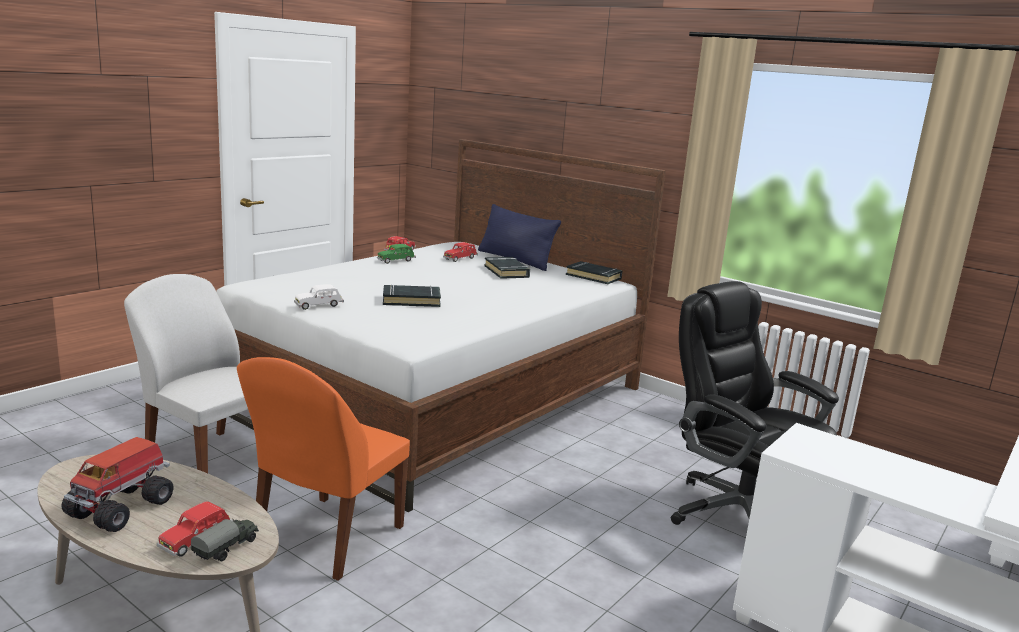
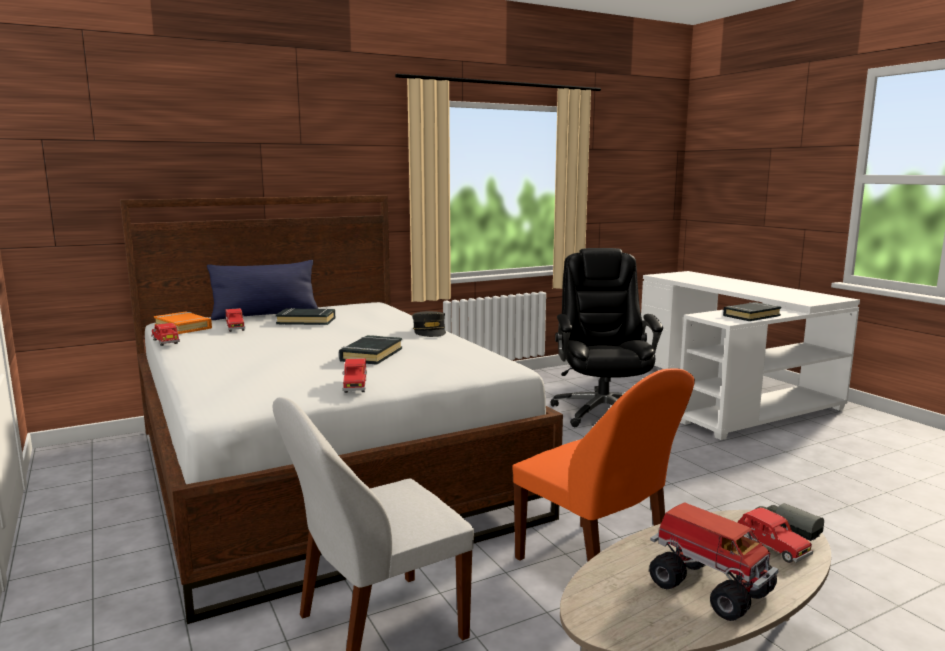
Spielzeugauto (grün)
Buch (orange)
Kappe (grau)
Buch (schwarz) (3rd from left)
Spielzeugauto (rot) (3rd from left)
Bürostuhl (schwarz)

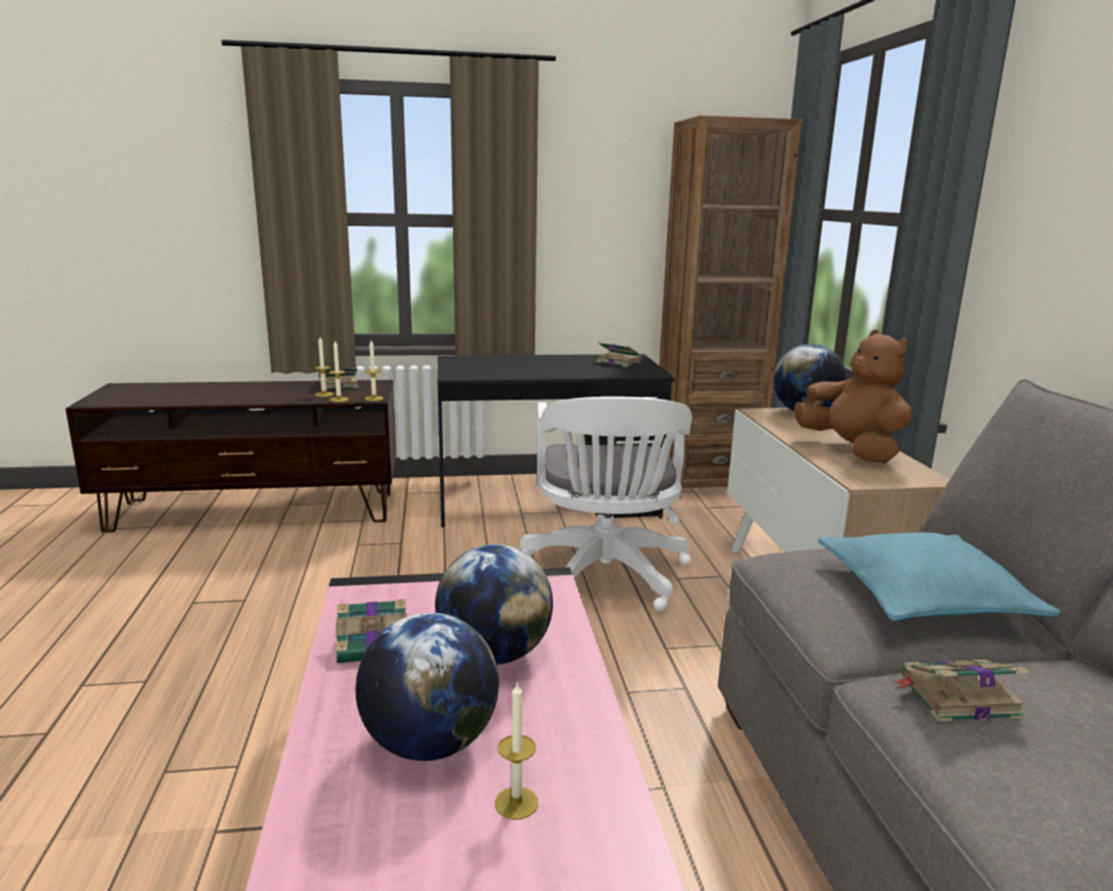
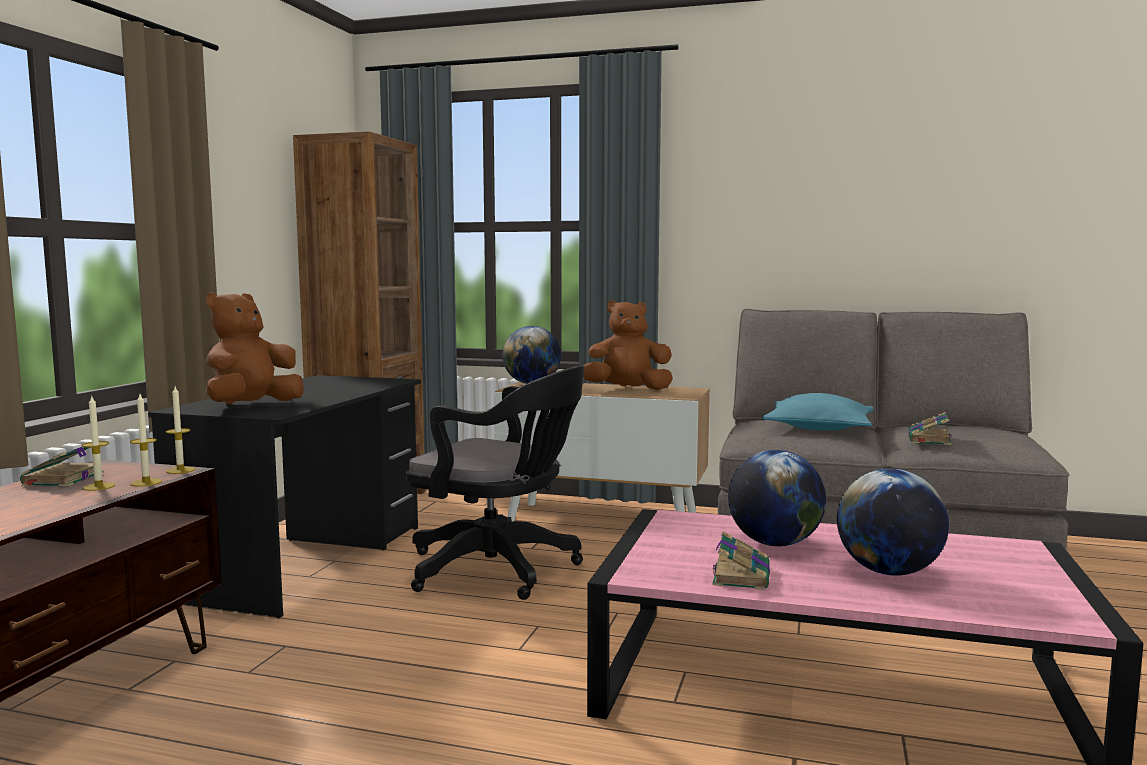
Kerze (4th from left in the first image)
Buch (3rd from left in the first image)
Plüschtier (braun) (1st from left)
Bürostuhl (schwarz)

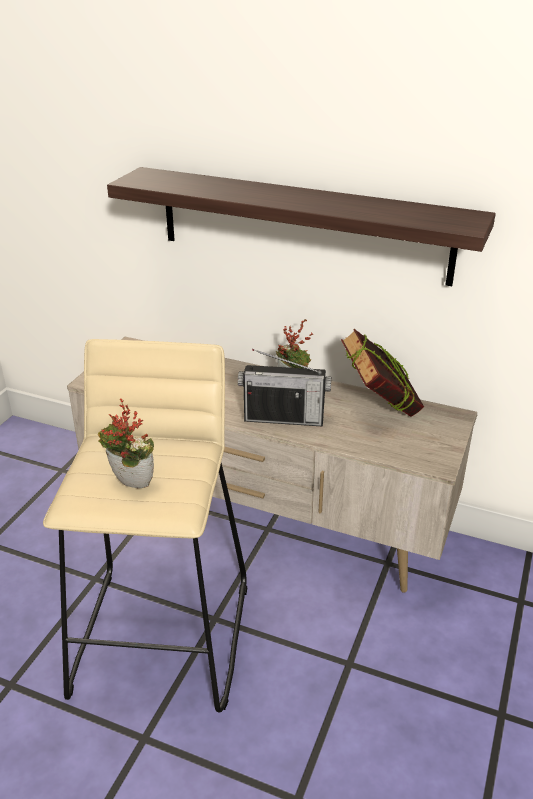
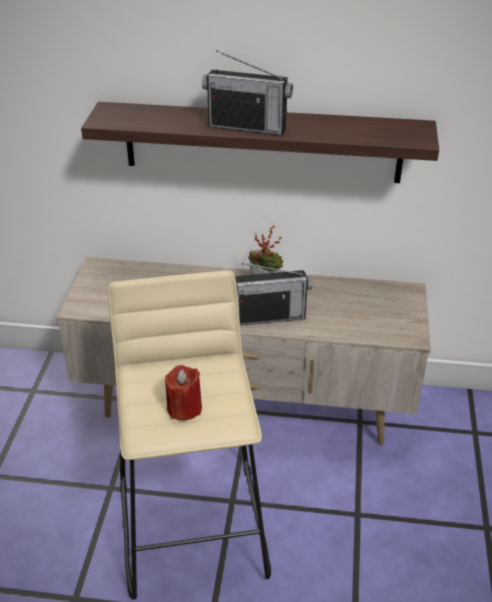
Buch
Radio (1st from left)
Kerze (rot)

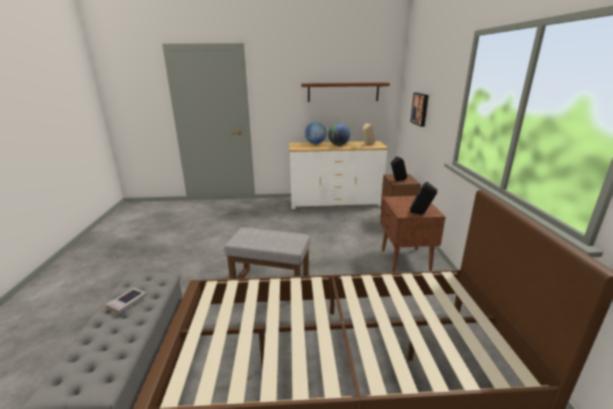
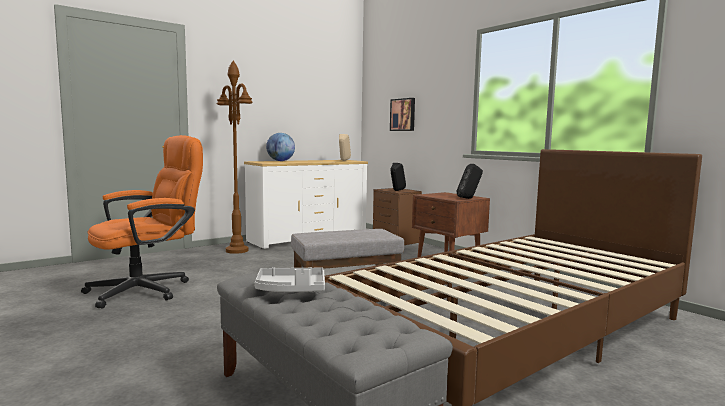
Wandregal (braun)
Globus (2nd from left in the first image)
Bürostuhl (orange)
Stehlampe (braun)
Tablett (grau)

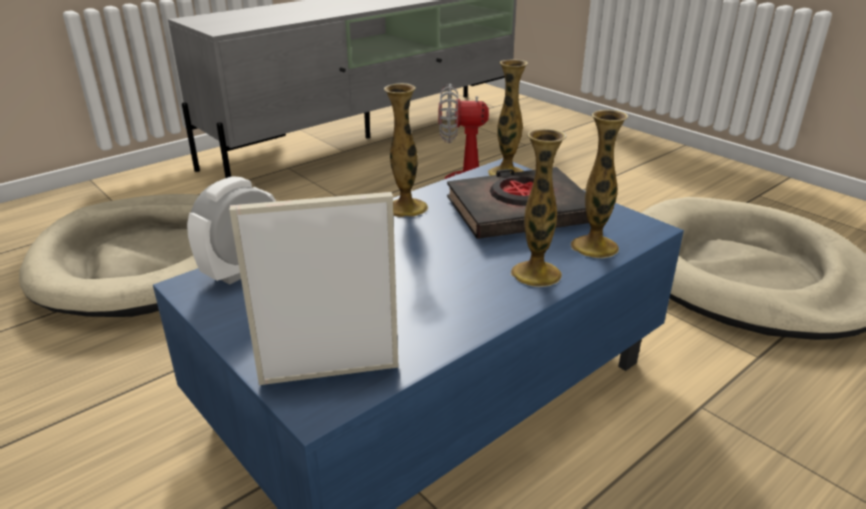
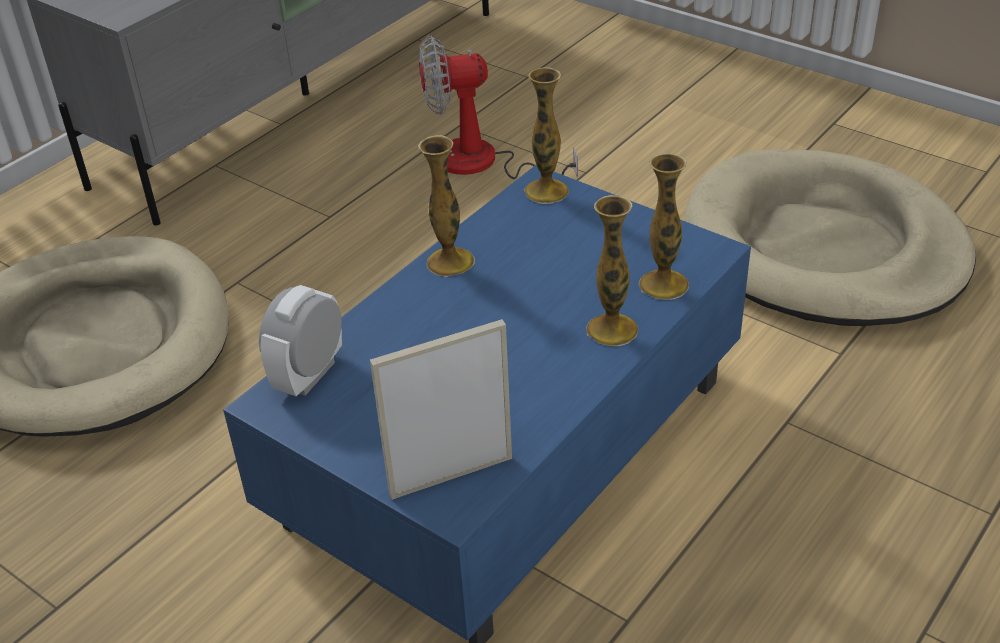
Buch (schwarz)

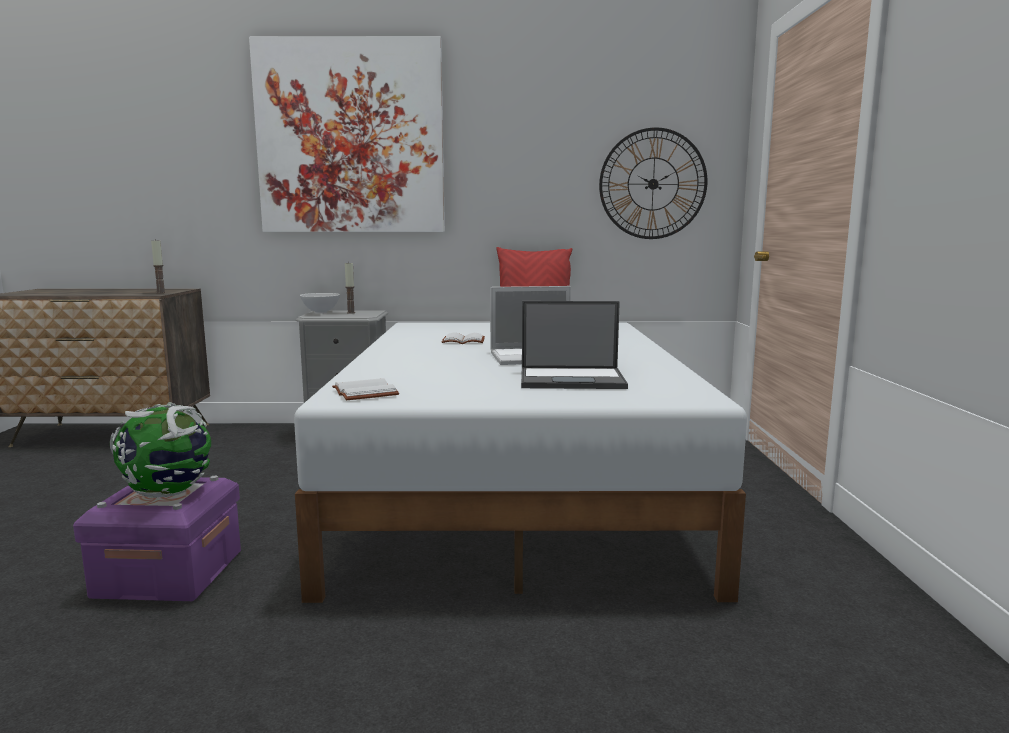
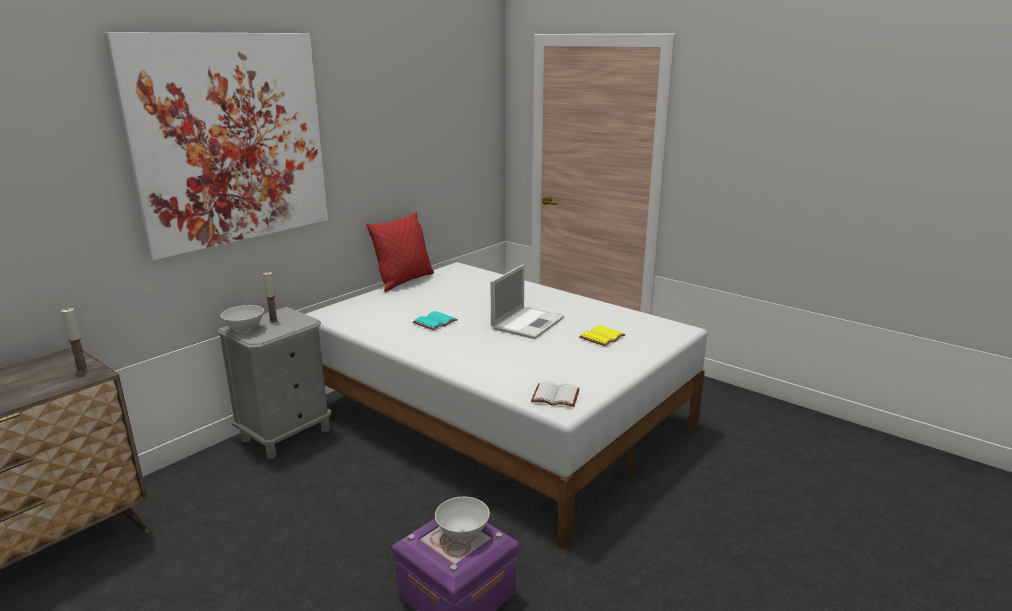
Wanduhr
Schüssel (weiß) (2nd from left)
Buch (gelb)
Buch (türkis)

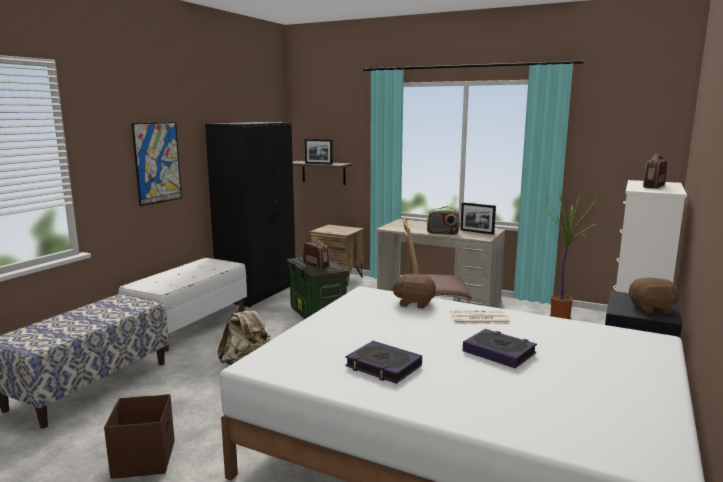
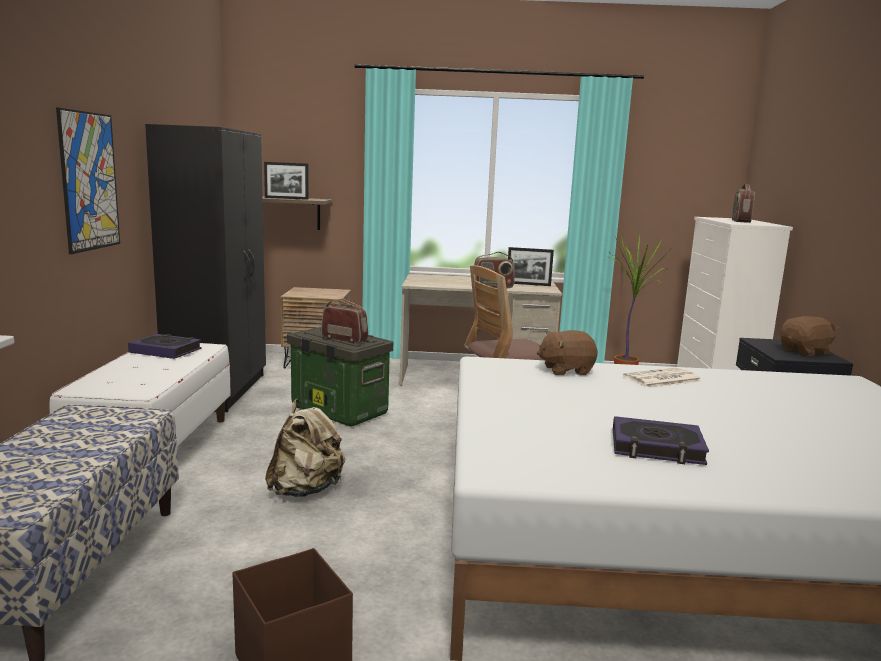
Buch (1st from left)

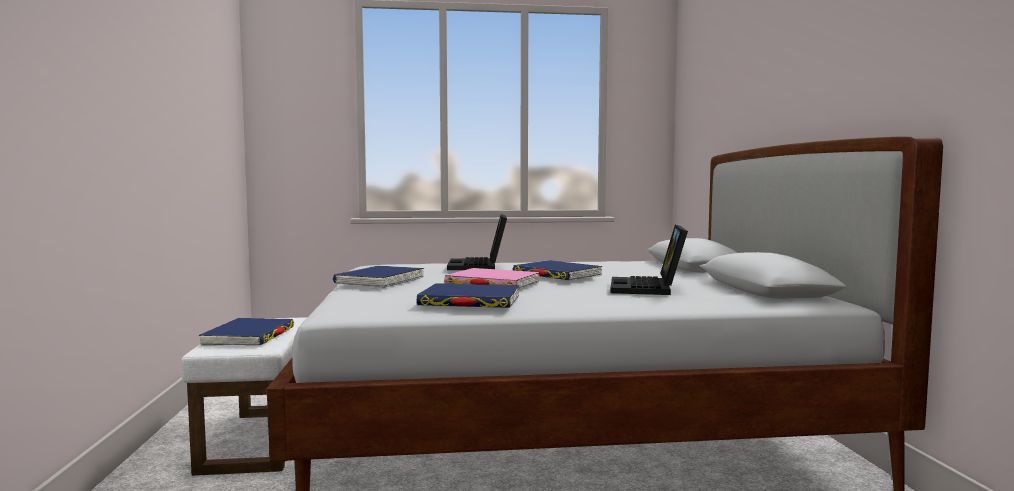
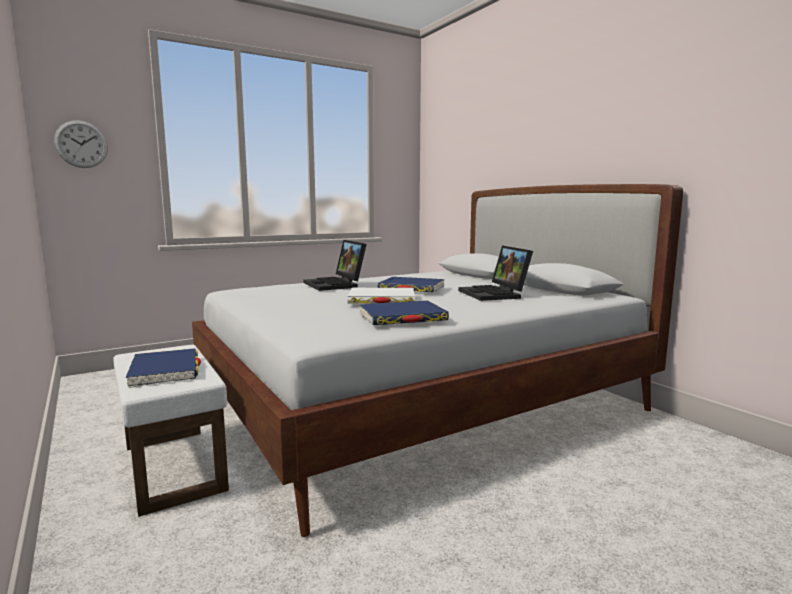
Buch (blau) (2nd from left in the first image)
Wanduhr
Buch (weiß)

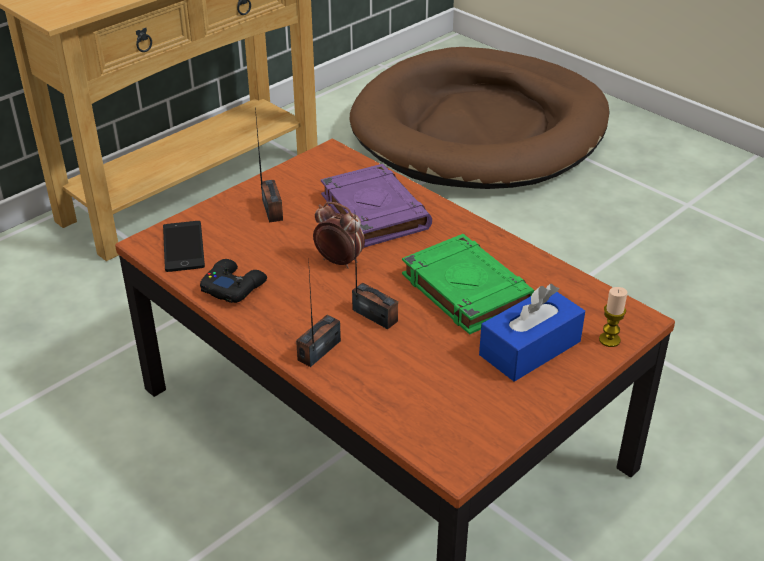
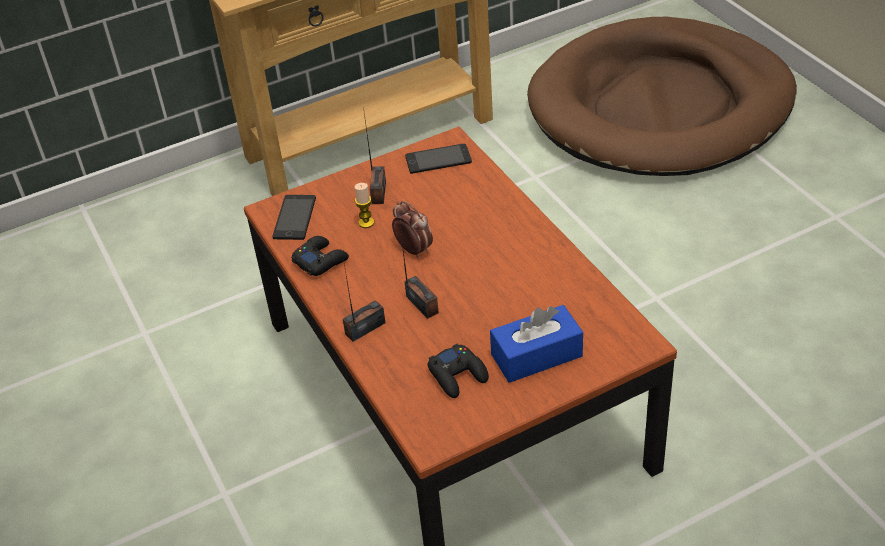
Buch (lila)
Buch (grün)
Handy (2nd from left)
Gamepad (schwarz) (2nd from left)
Kerze

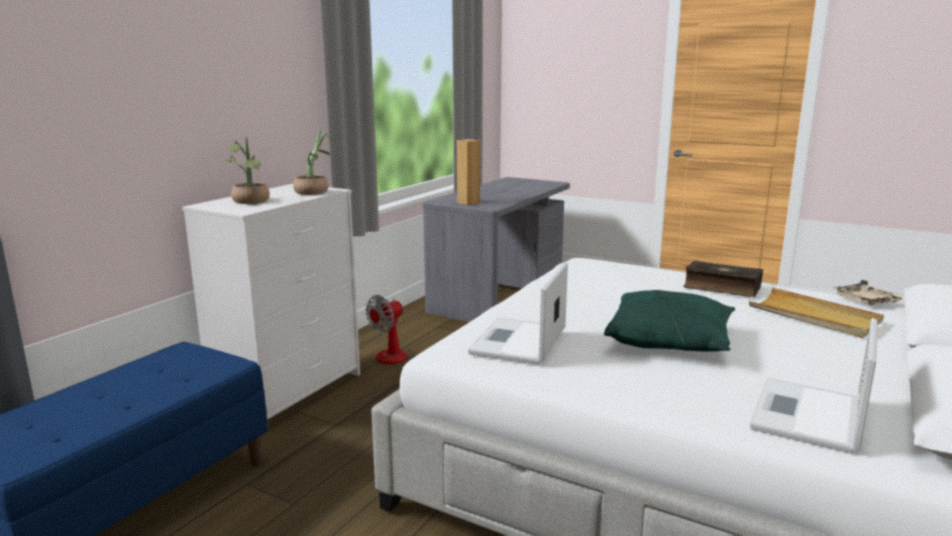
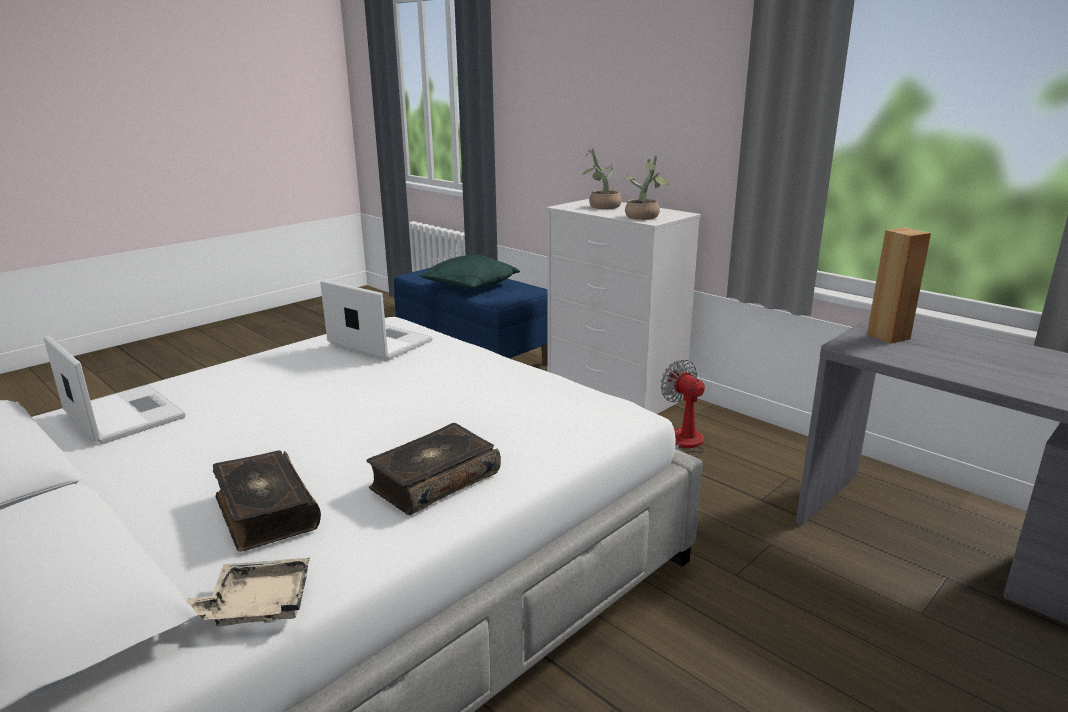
Kissen (grün)
Buch (1st from left)

